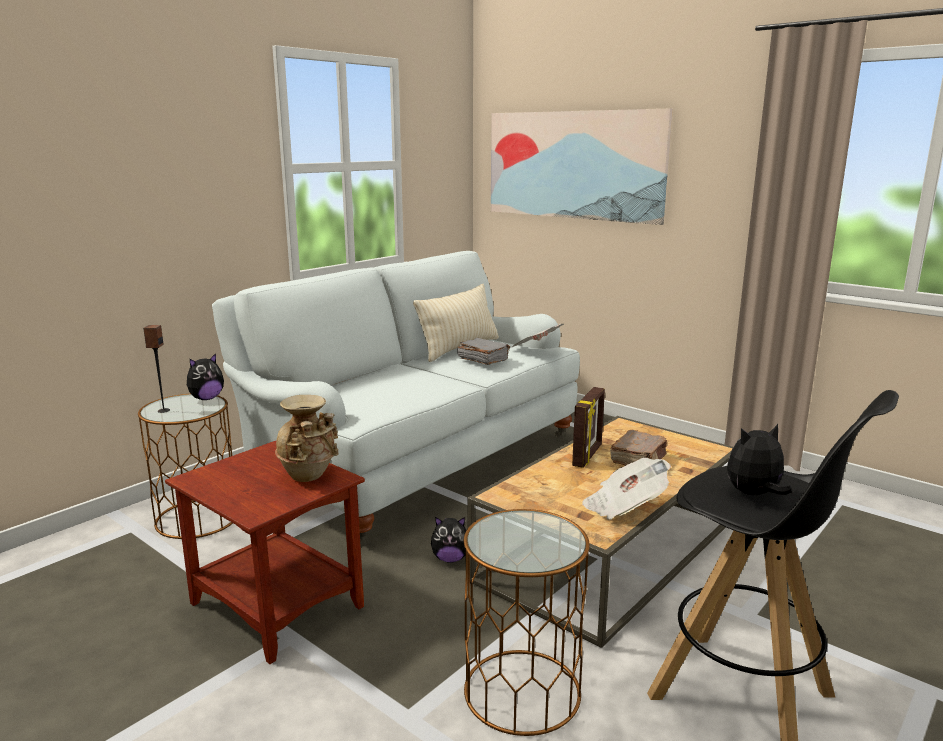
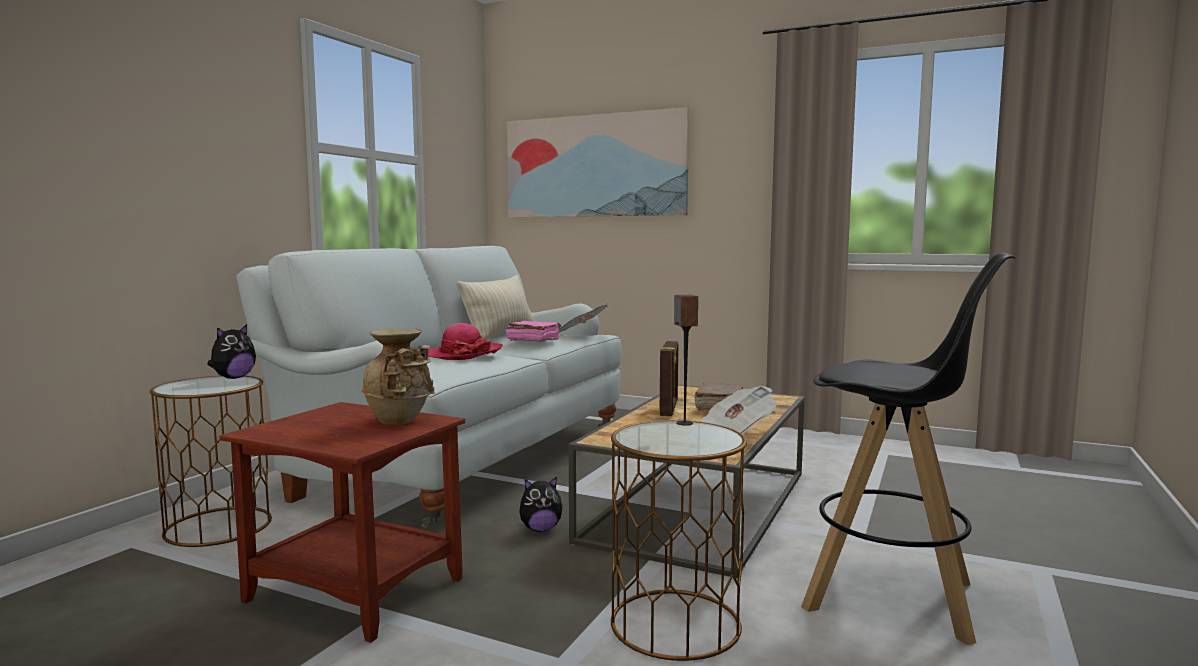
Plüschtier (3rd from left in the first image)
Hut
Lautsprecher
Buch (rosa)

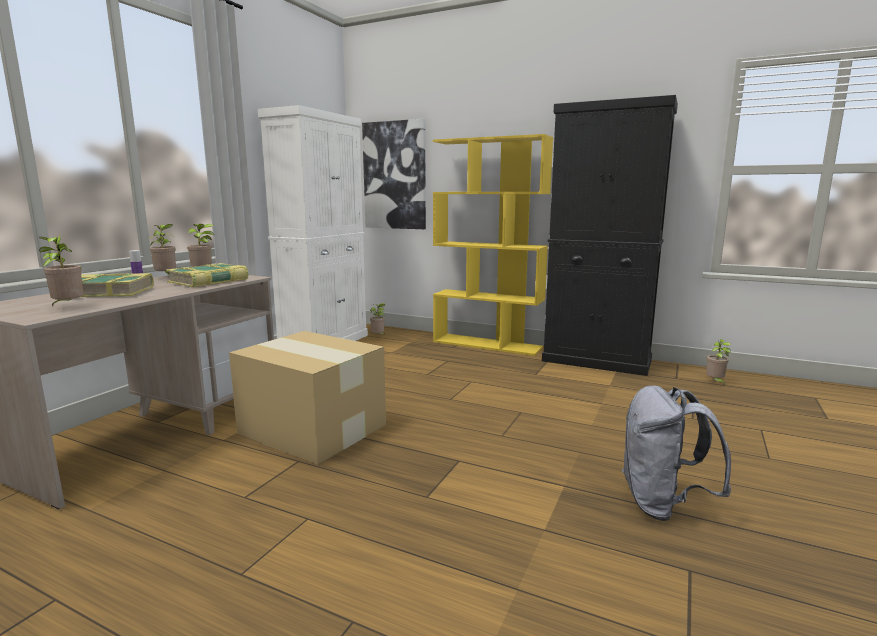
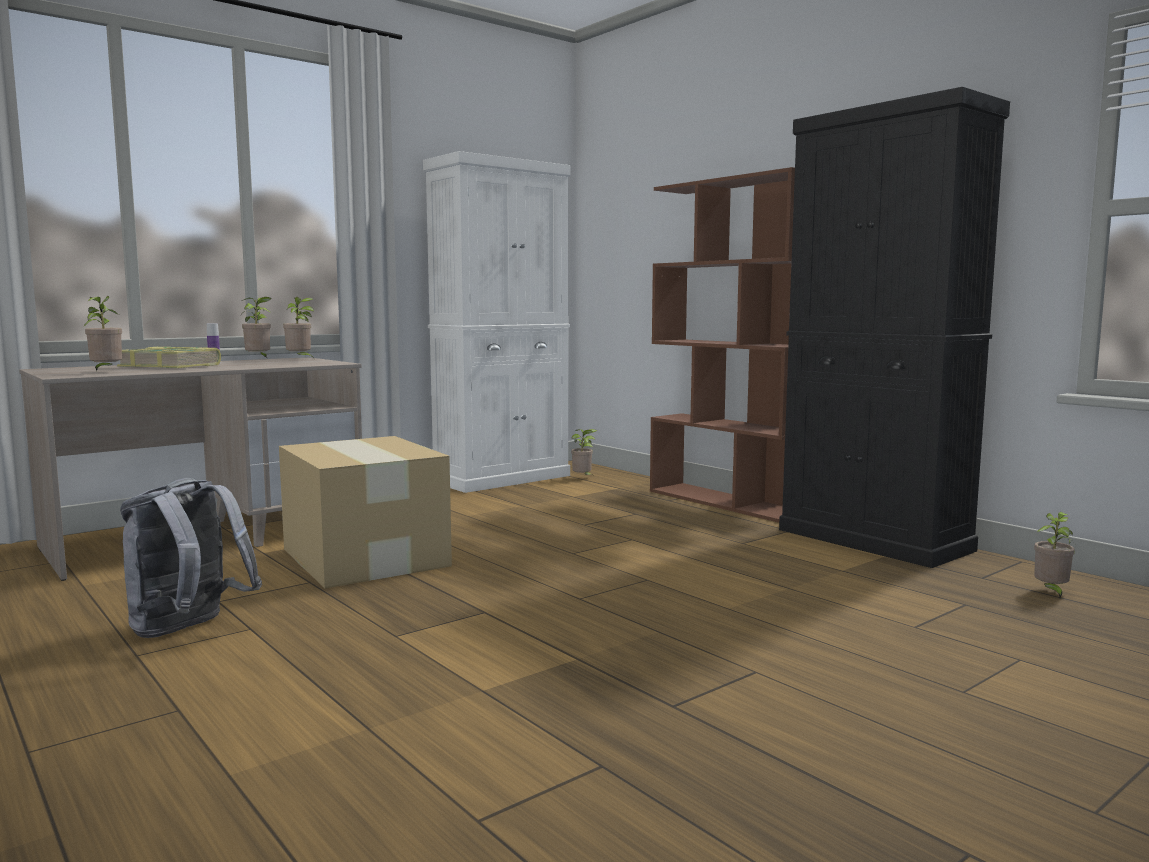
Buch (2nd from left in the first image)
Bild
Rucksack (grau)
Bücherregal (braun)

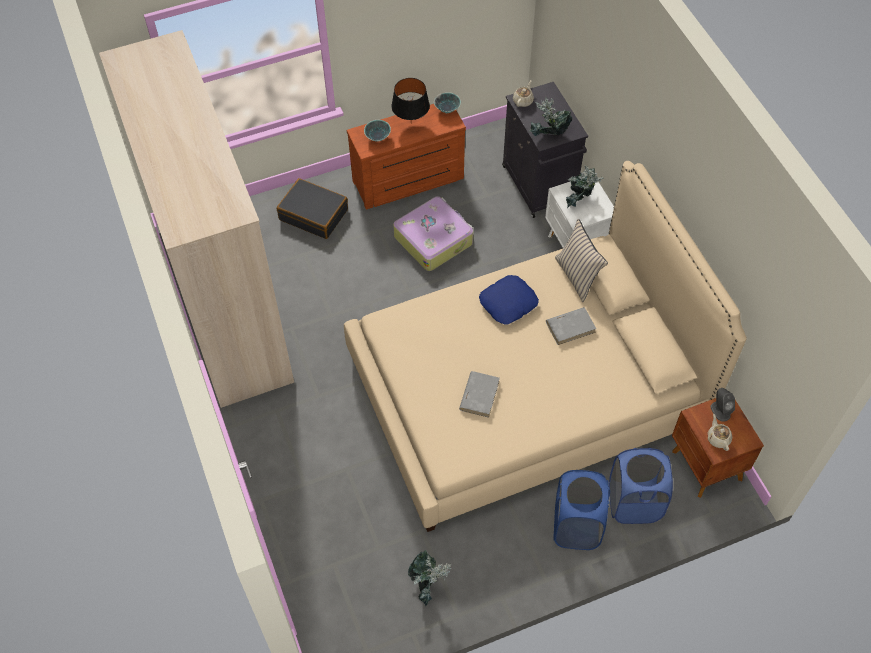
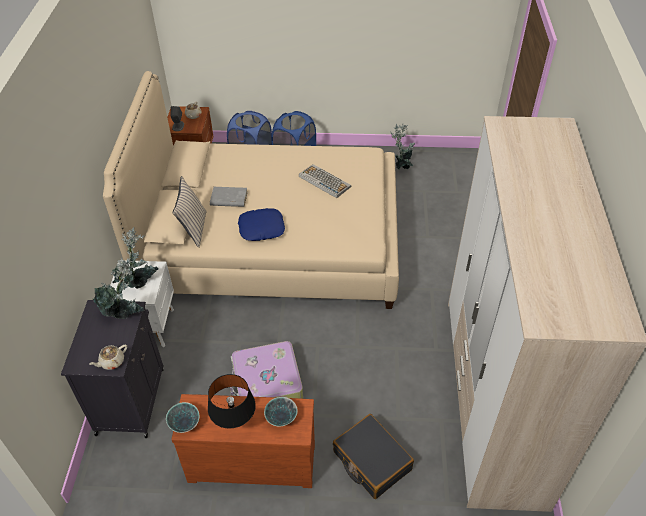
Tastatur

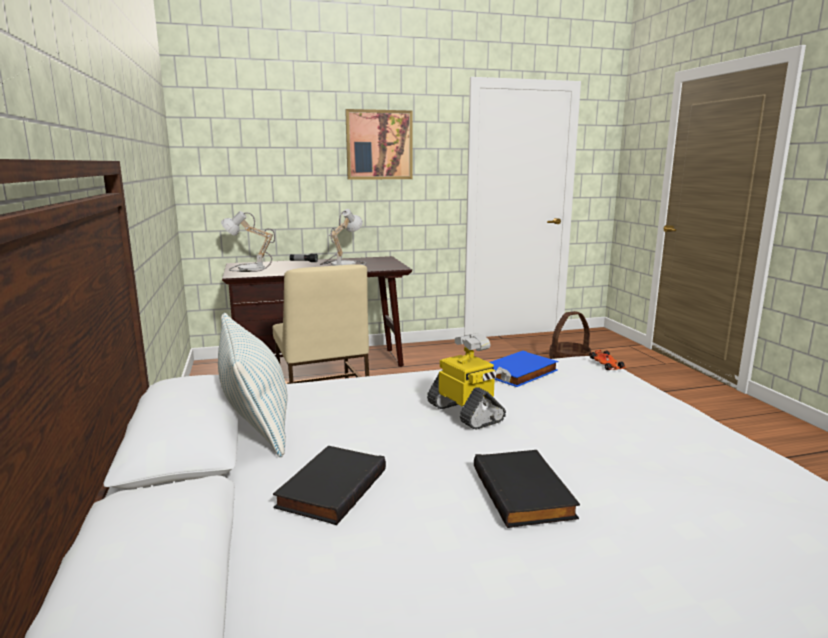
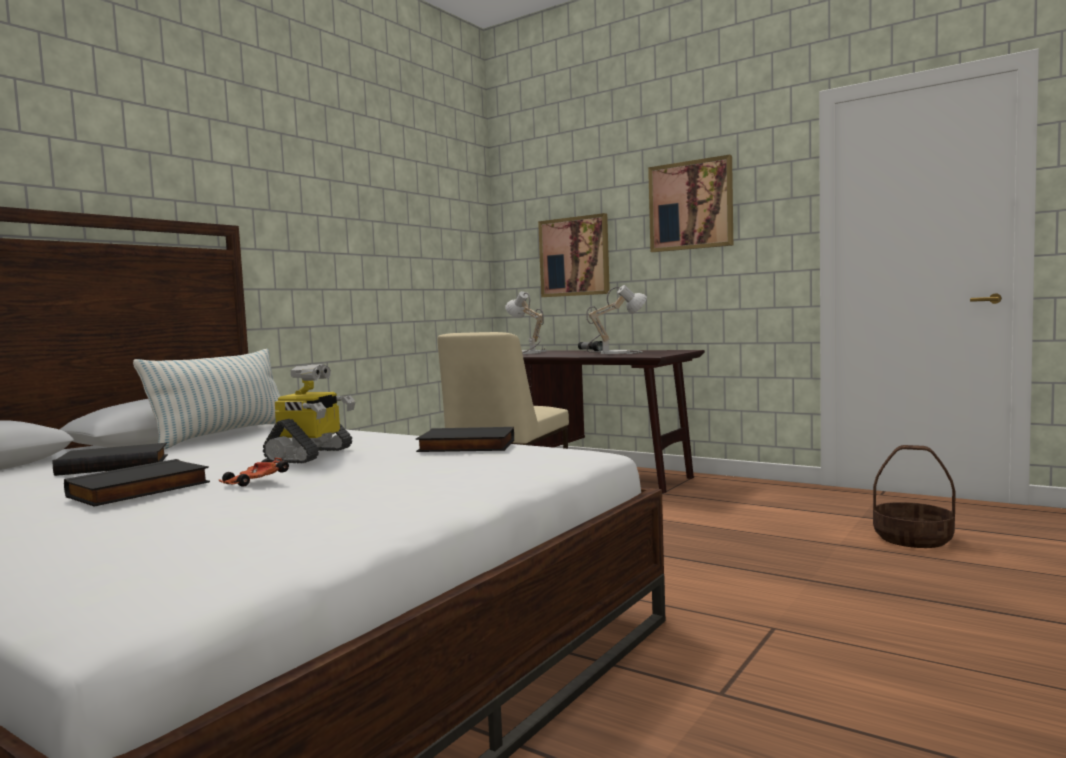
Bild (1st from left)
Spielzeugauto
Buch (schwarz) (3rd from left)

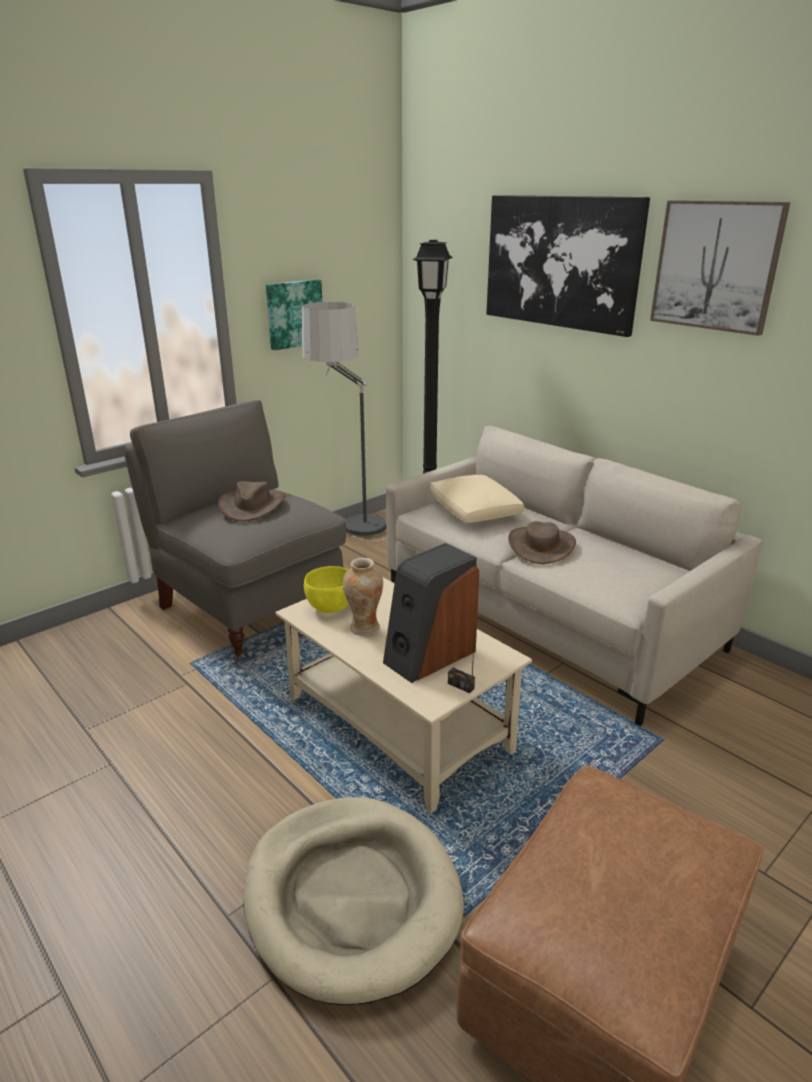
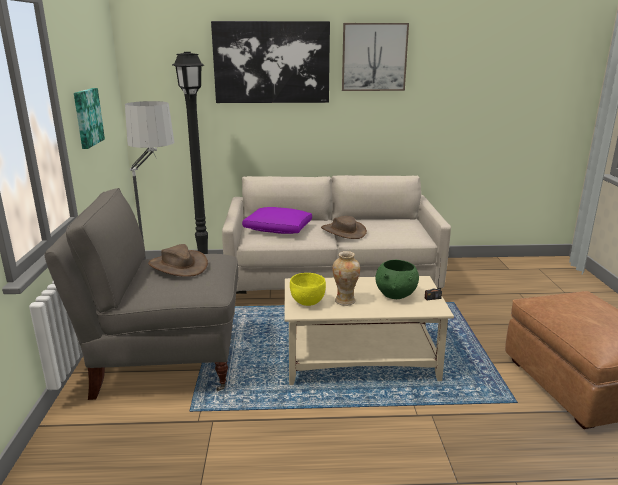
Hundebett (beige)
Schüssel (grün)
Kissen (lila)

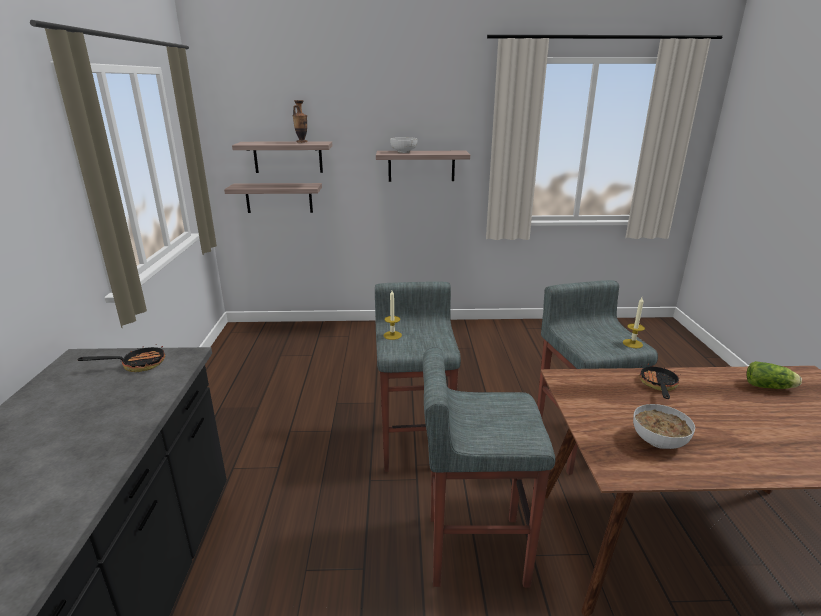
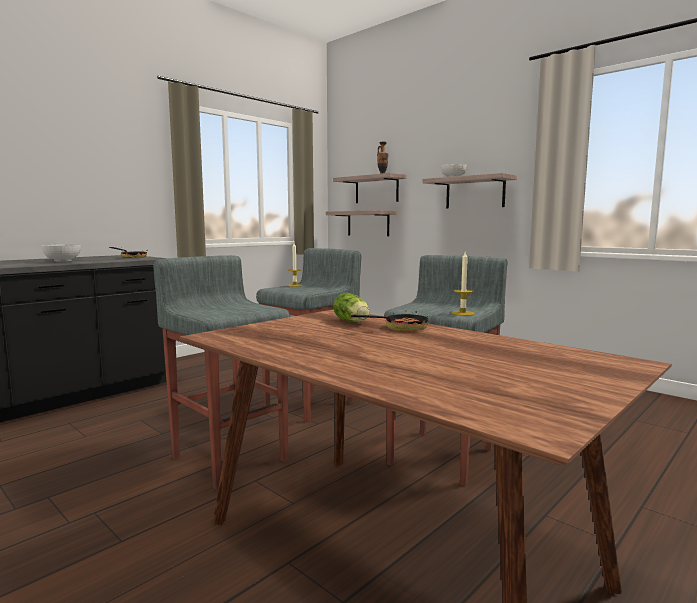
Schüssel (1st from left)
Salatkopf

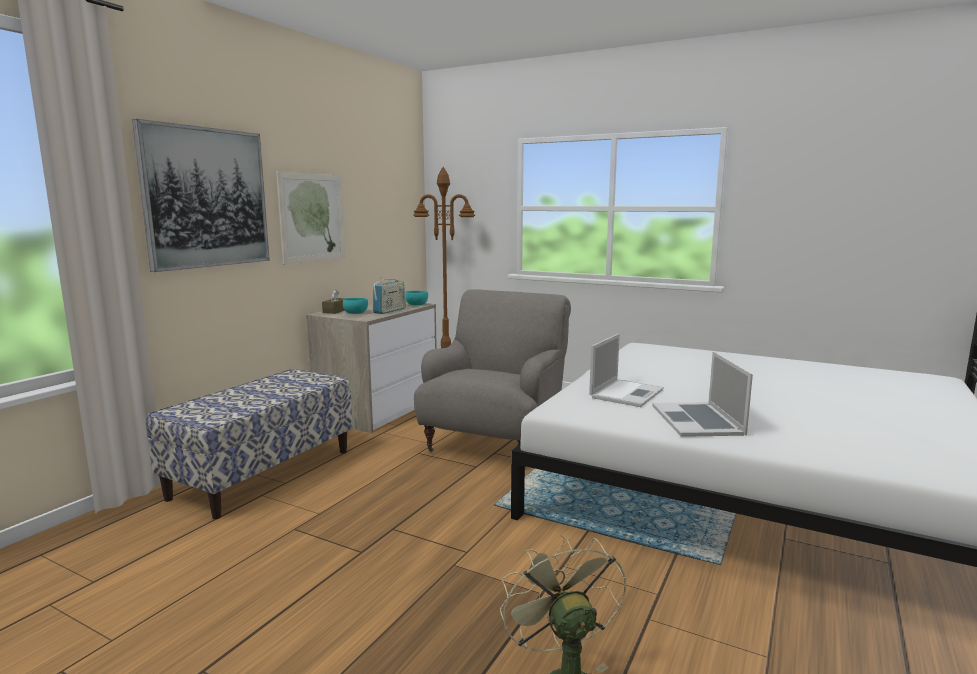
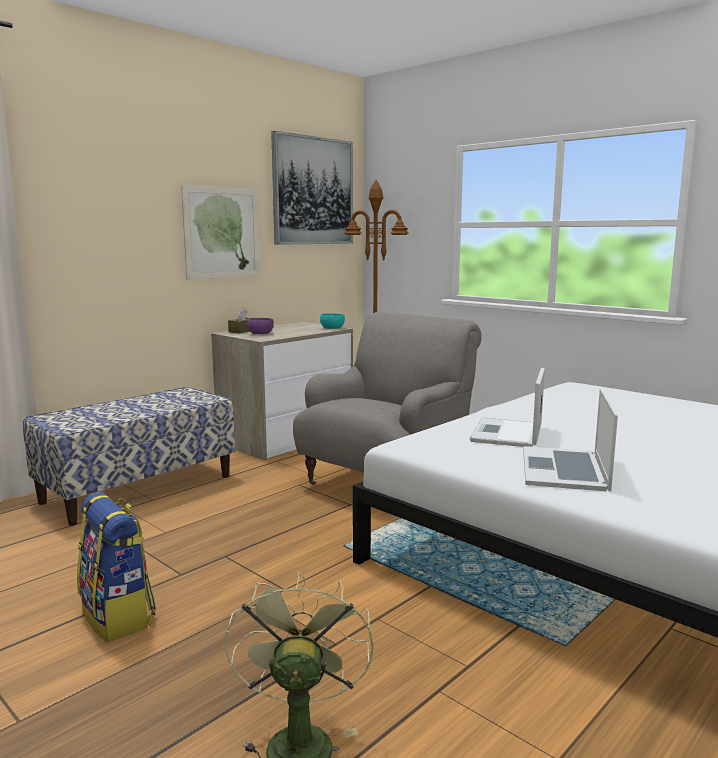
Radio
Rucksack
Bild (2nd from left)
Schüssel (lila)
Laptop (1st from left)

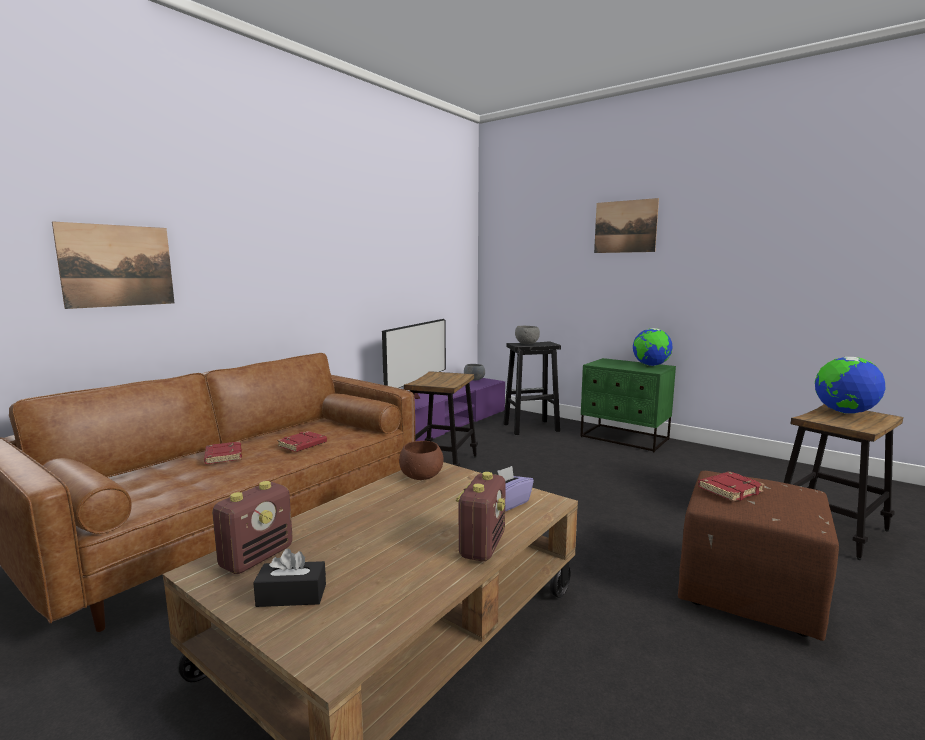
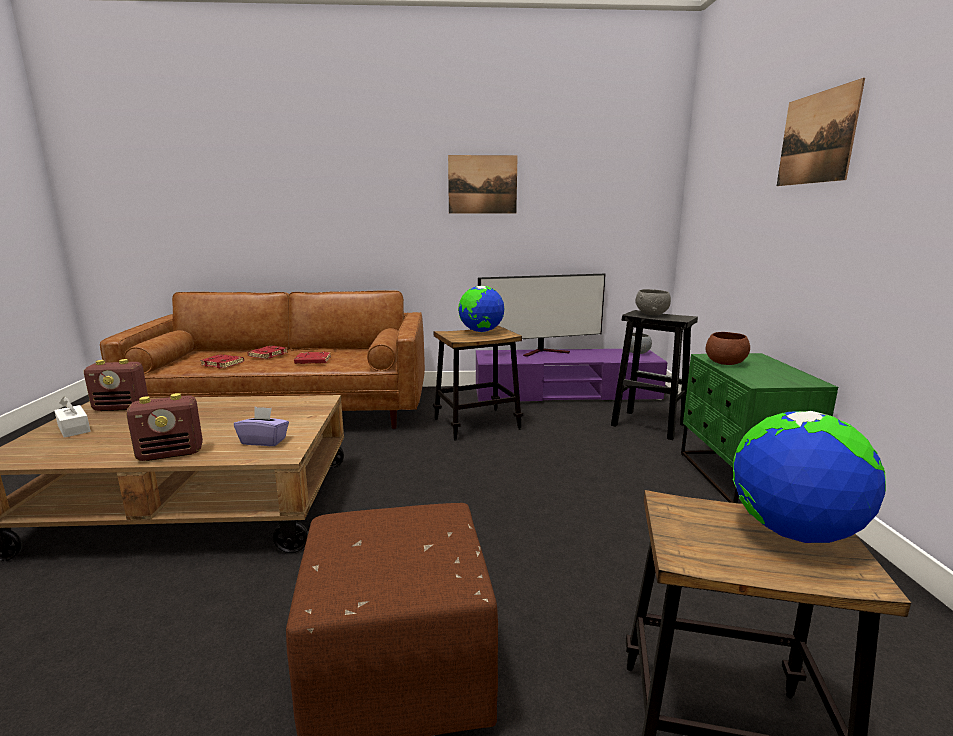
Bild (1st from left)
Schüssel (braun)
Globus (1st from left)
Buch (rot) (1st from left)
Taschentuchbox (weiß)

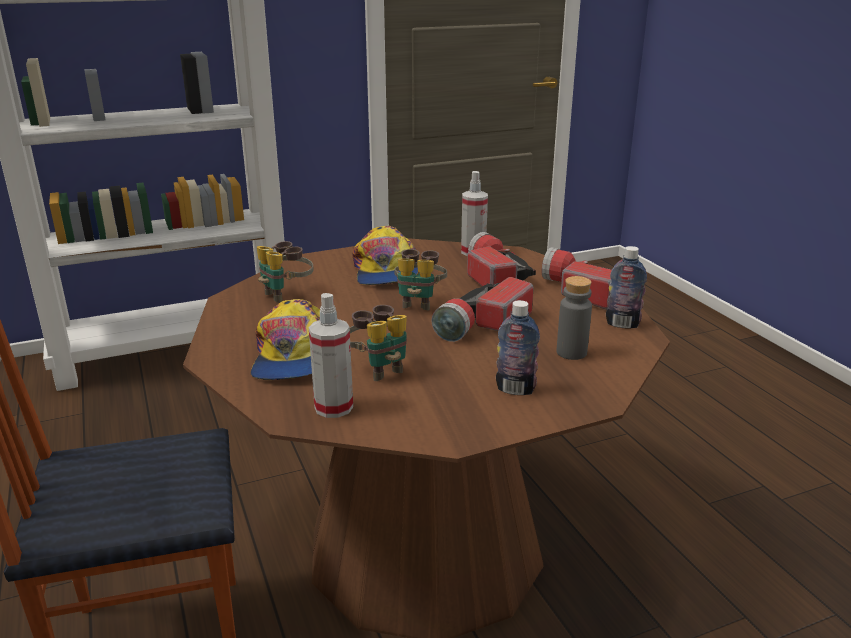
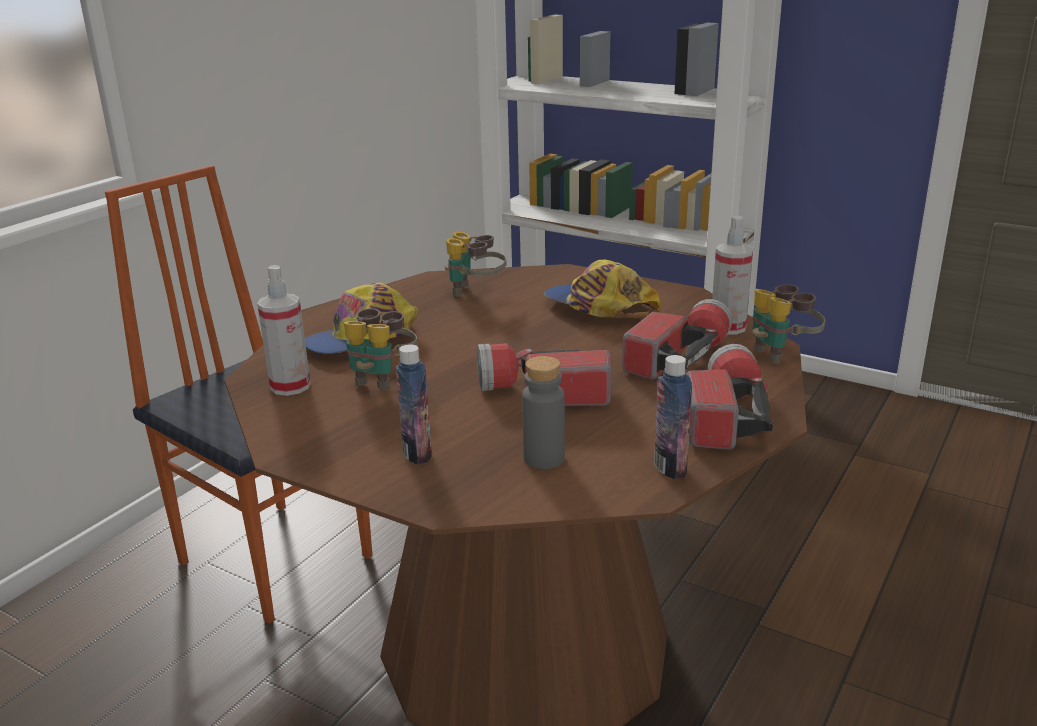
Fernglas (3rd from left)
Kappe (2nd from left)

